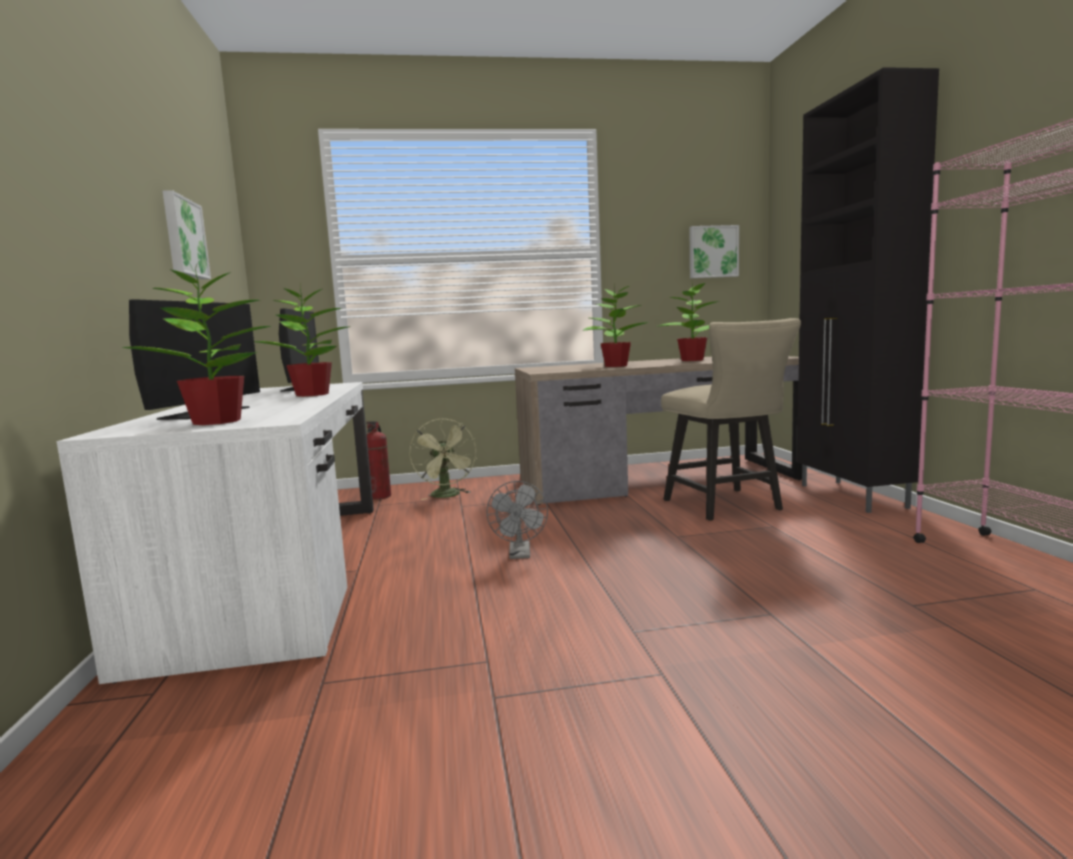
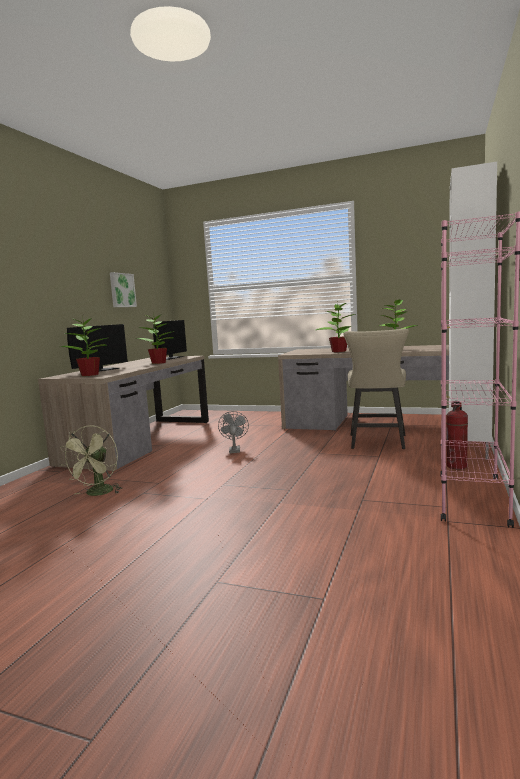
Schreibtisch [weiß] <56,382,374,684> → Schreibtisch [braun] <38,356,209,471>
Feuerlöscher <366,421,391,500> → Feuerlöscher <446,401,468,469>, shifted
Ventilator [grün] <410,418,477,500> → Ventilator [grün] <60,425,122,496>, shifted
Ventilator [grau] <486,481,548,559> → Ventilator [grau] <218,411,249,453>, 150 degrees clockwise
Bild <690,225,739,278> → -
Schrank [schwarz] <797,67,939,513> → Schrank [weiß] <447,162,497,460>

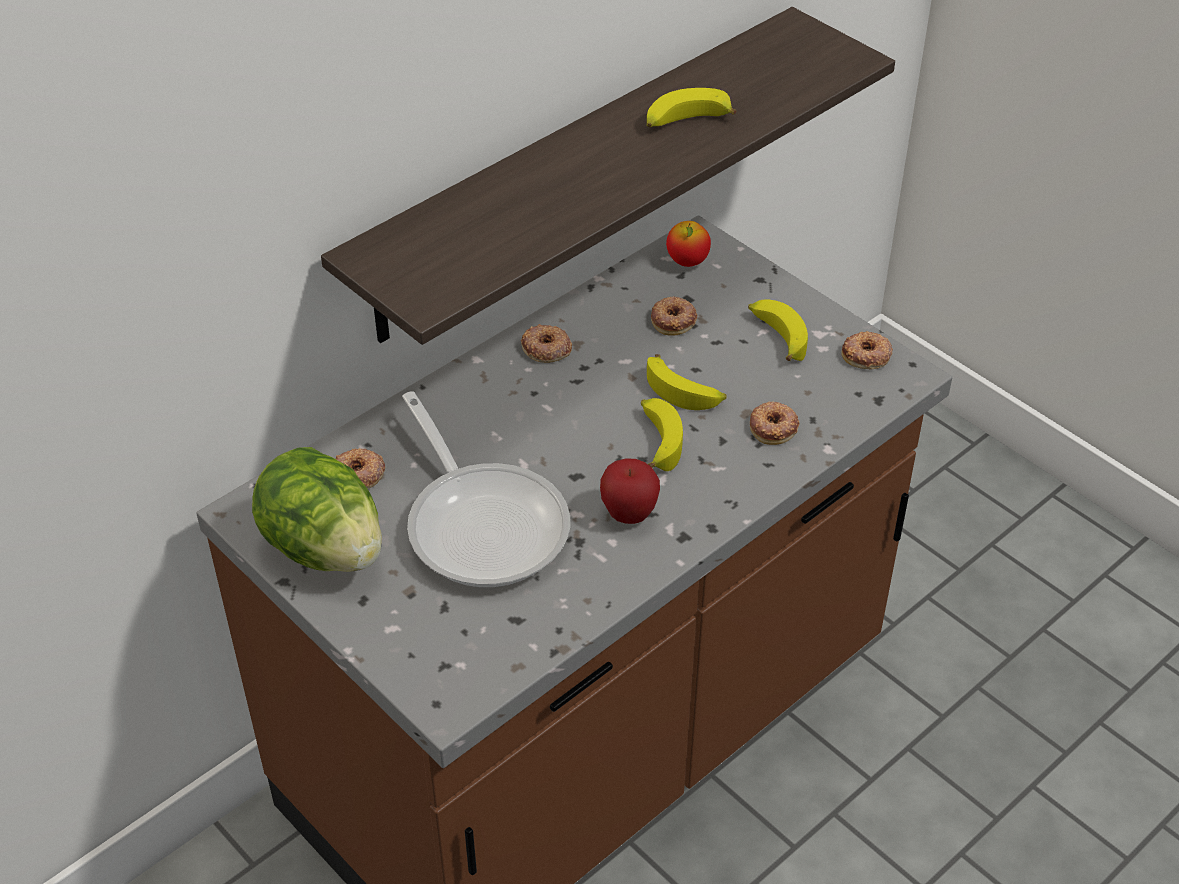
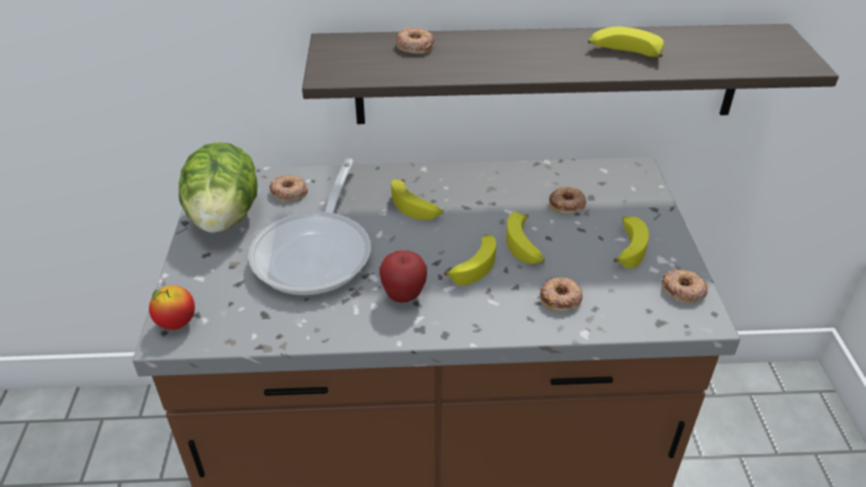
Donut <521,324,572,363> → Donut <395,27,435,54>, shifted
Apfel <666,221,711,267> → Apfel <149,285,195,330>, shifted
- → Banane <391,179,443,220>

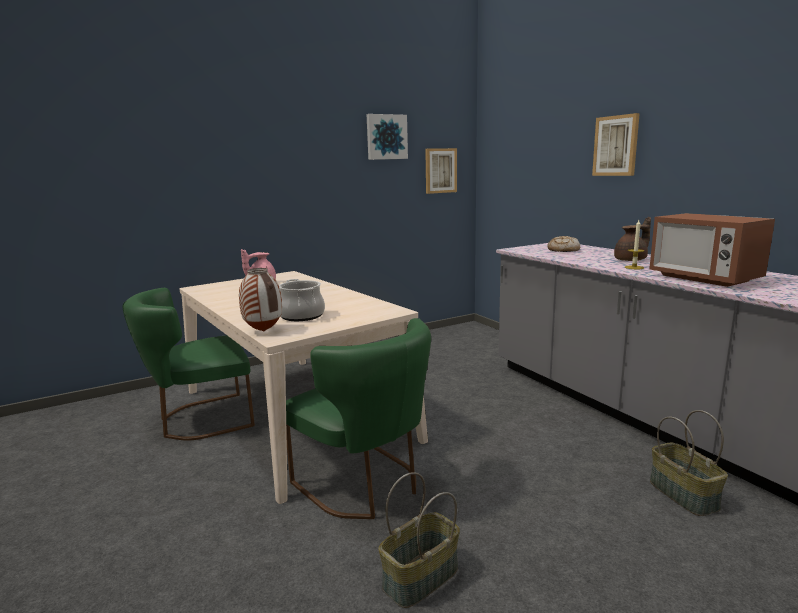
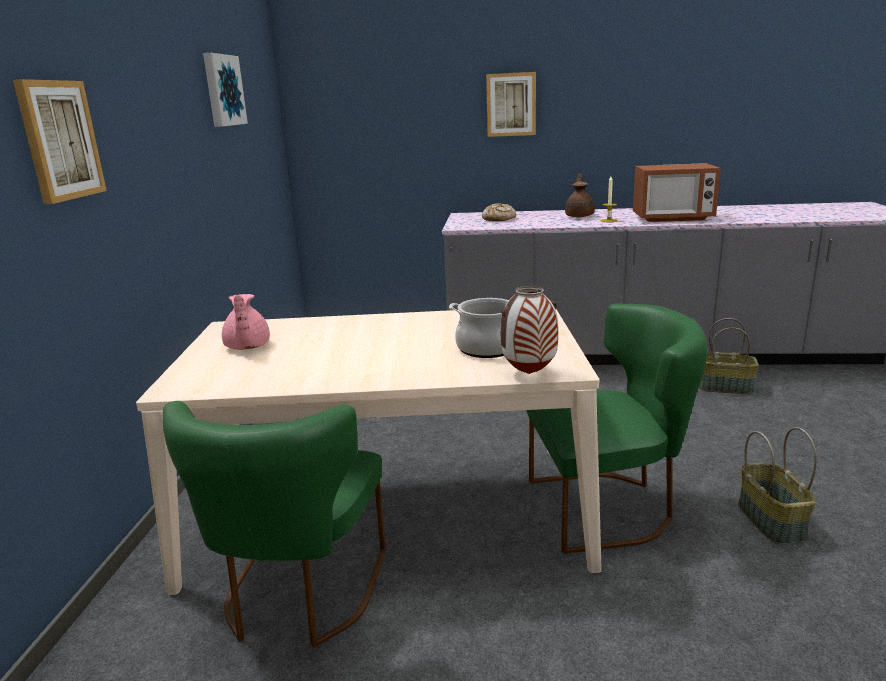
Bild <425,148,457,194> → Bild <13,79,107,204>, shifted

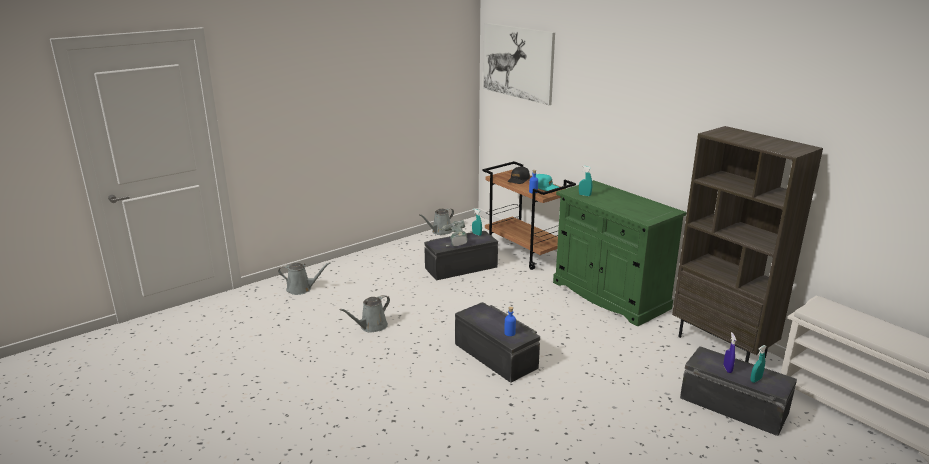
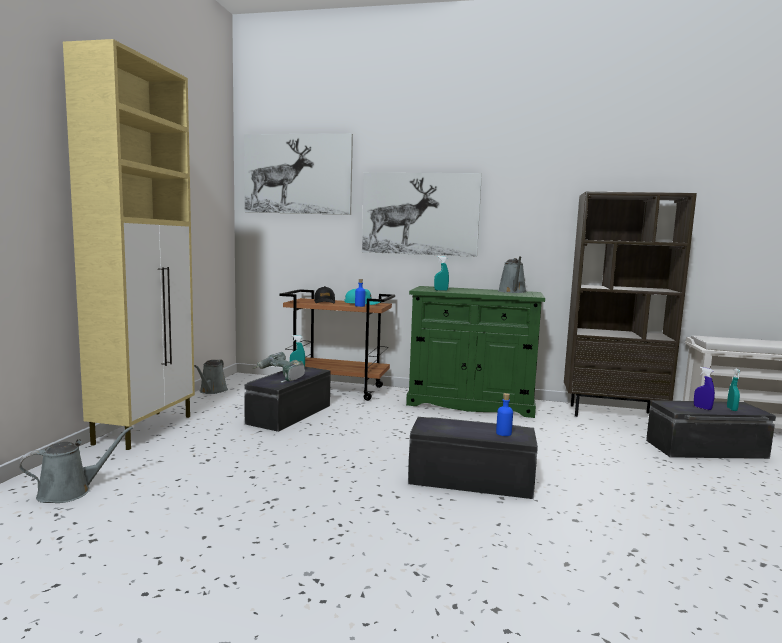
Gießkanne [grau] <339,295,390,333> → Gießkanne [grau] <498,256,527,293>, shifted
- → Schrank [beige] <63,39,195,450>
- → Bild <362,172,482,257>

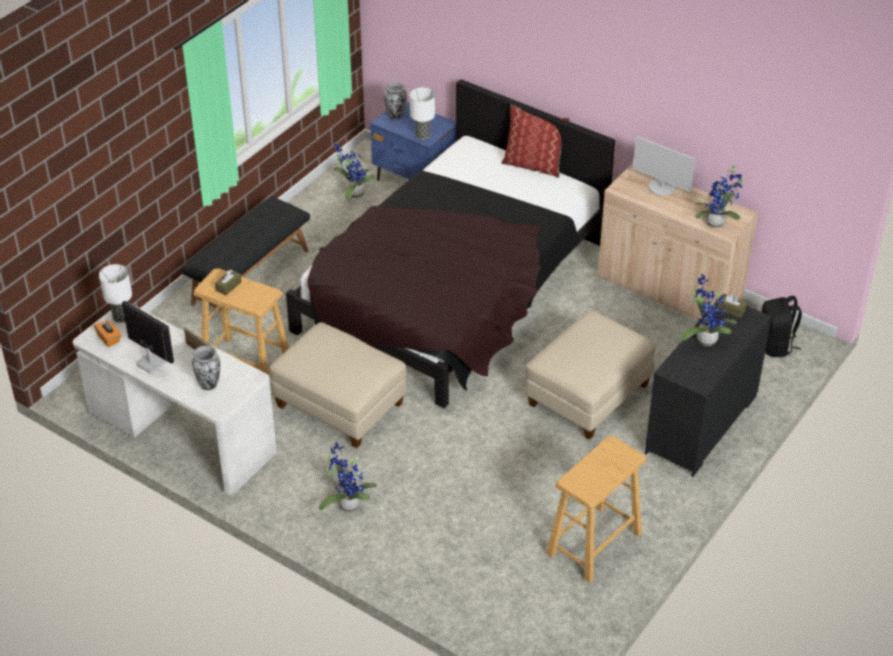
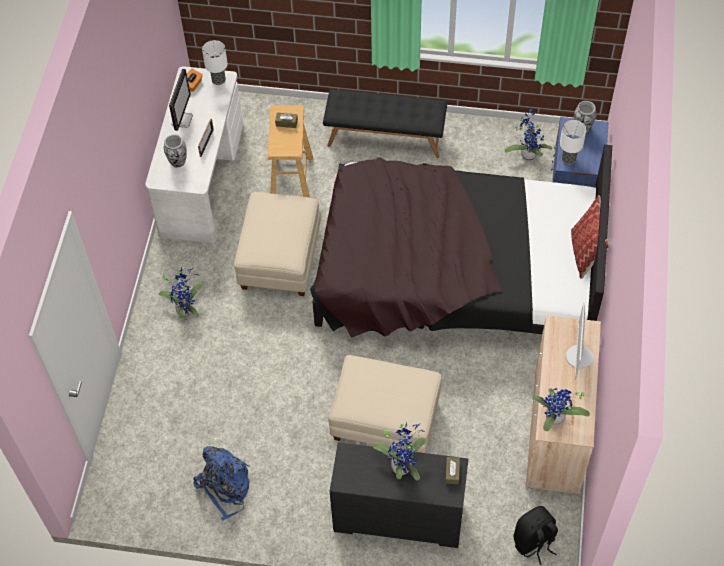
Hocker [beige] <546,436,646,583> → Rucksack [blau] <193,446,251,521>

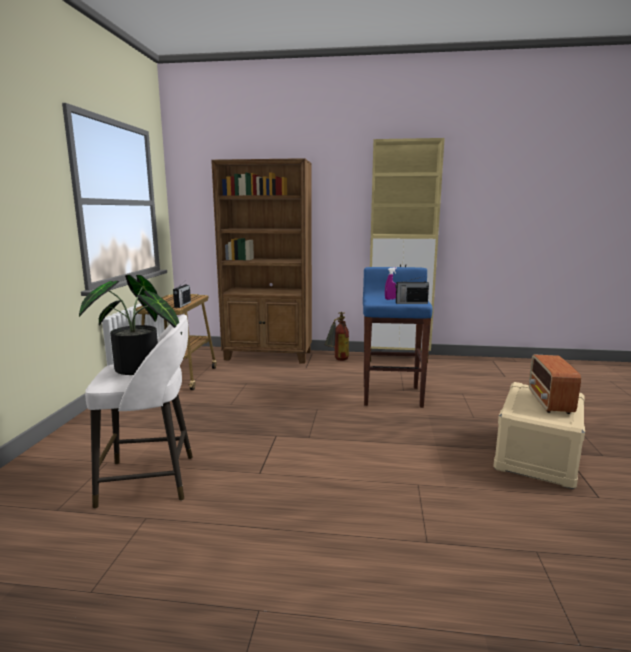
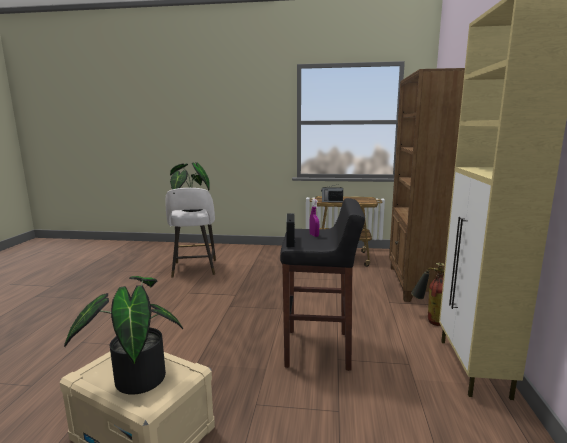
Hocker [blau] <363,267,432,408> → Hocker [schwarz] <280,198,365,371>
Radio <529,354,581,414> → Topfpflanze <64,276,183,395>

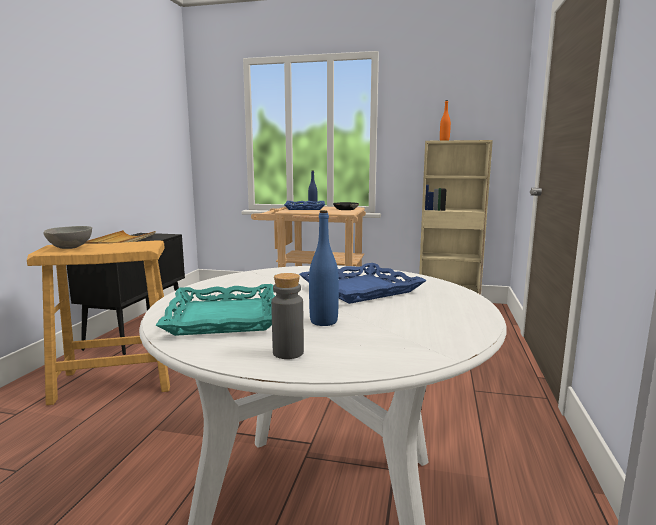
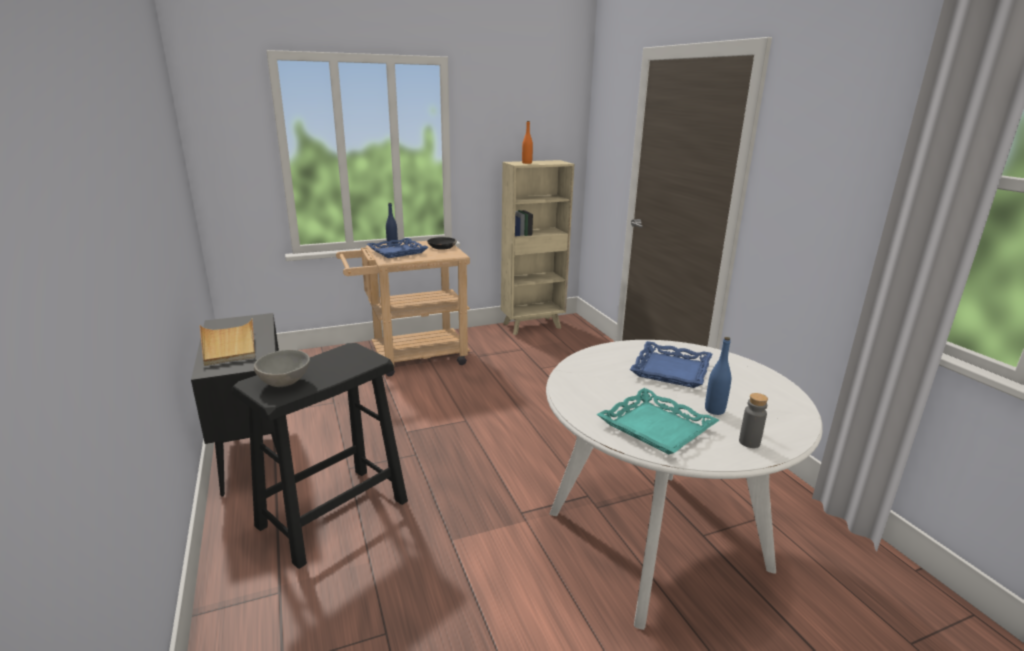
Hocker [beige] <27,240,170,405> → Hocker [schwarz] <231,343,408,569>

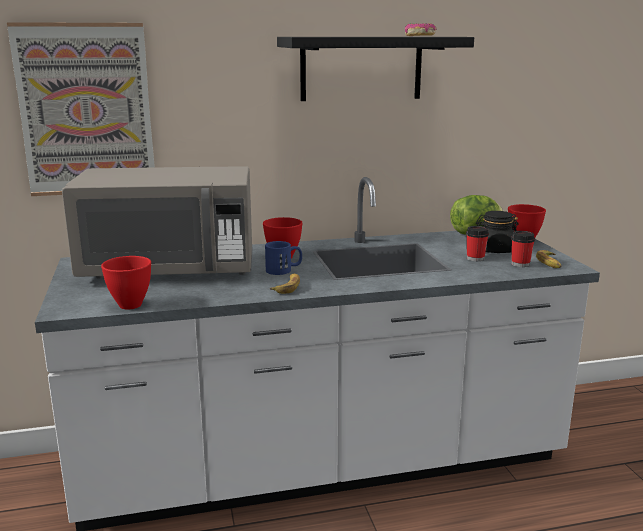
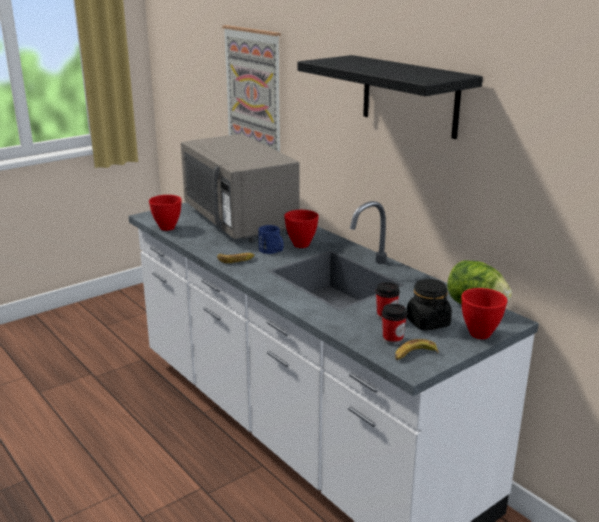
Donut <405,24,437,36> → -

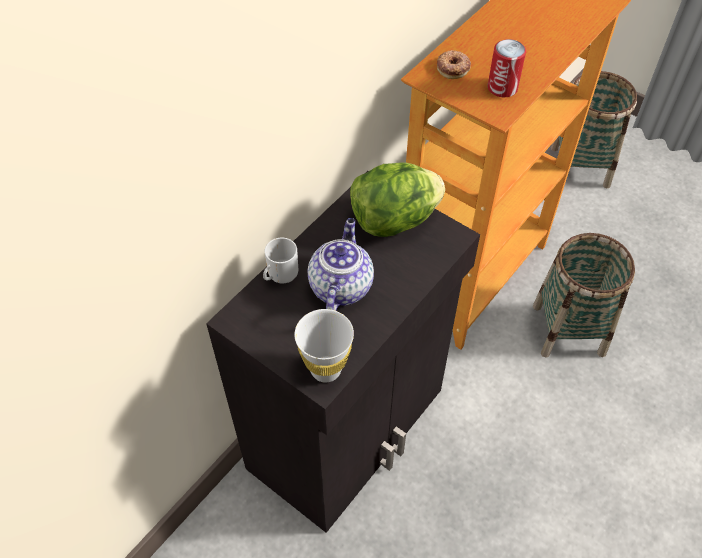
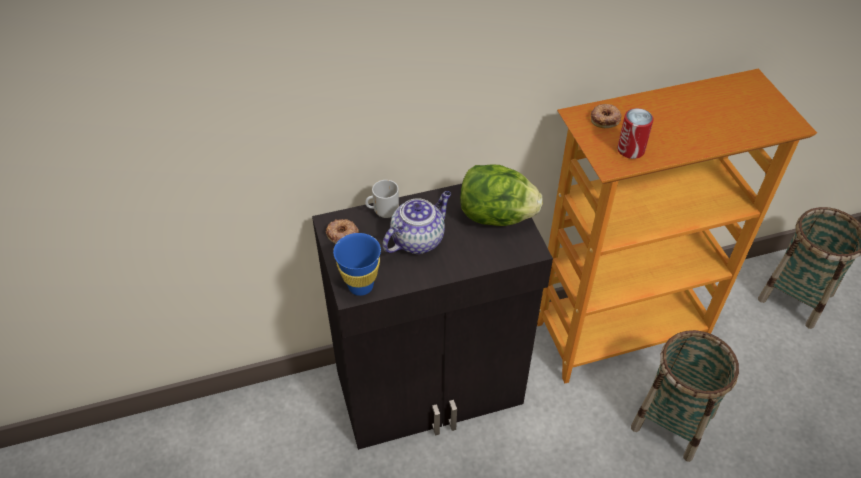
Tasse [weiß] <294,309,354,383> → Tasse [blau] <333,233,381,296>
- → Donut <326,219,359,244>

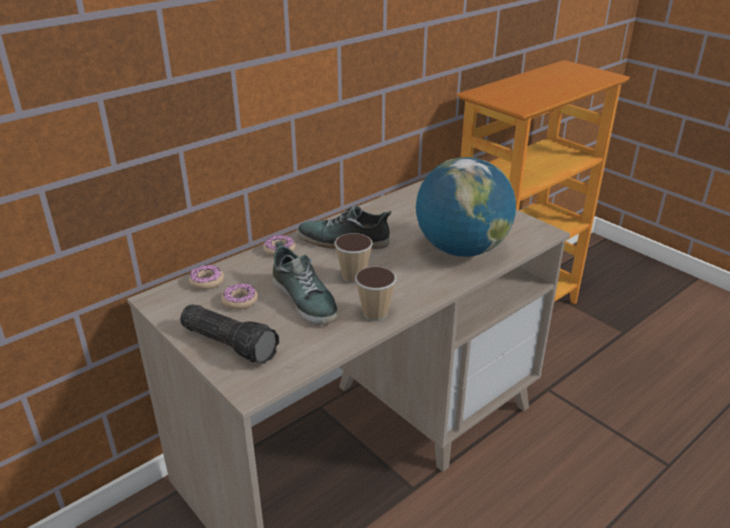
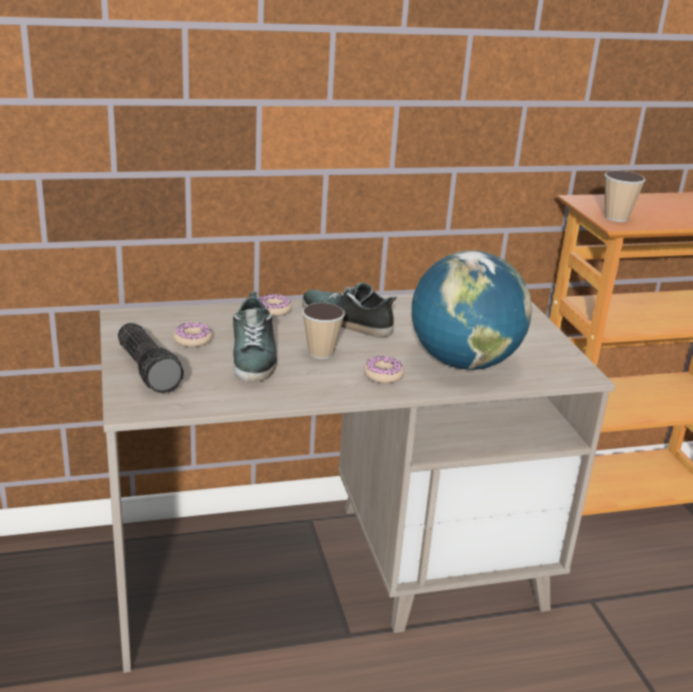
Donut <189,265,224,290> → Donut <364,356,404,383>, shifted
Tasse <355,267,396,321> → Tasse <604,171,646,222>, shifted

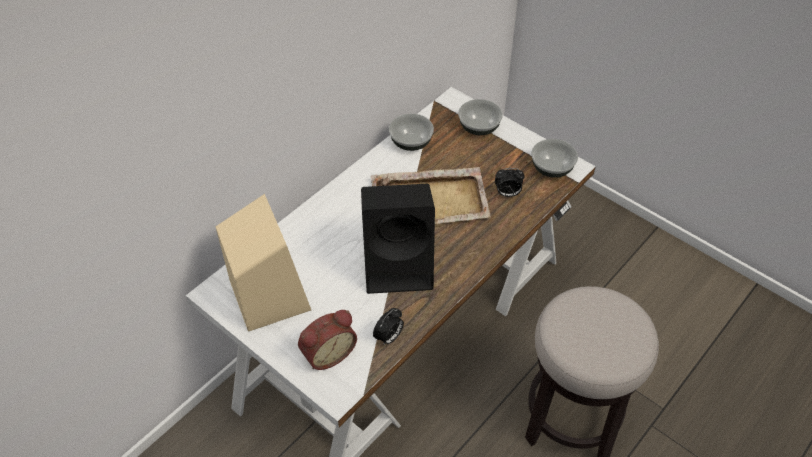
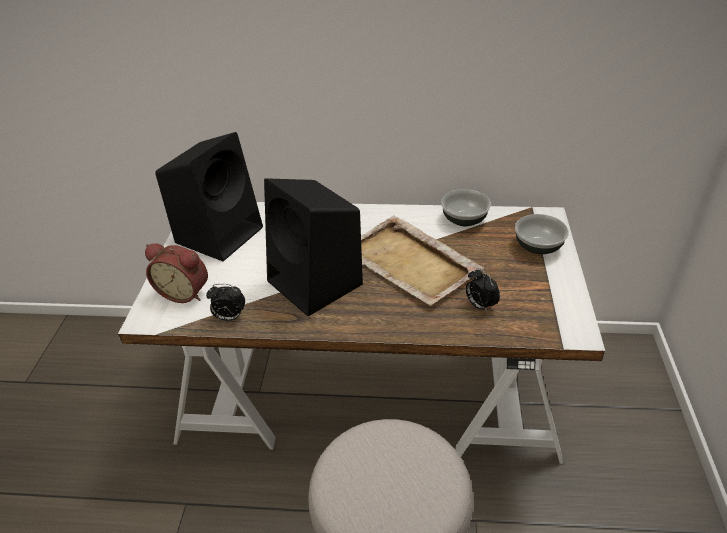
Lautsprecher [beige] <215,194,311,332> → Lautsprecher [schwarz] <155,132,263,261>
Schüssel <531,139,578,178> → -

